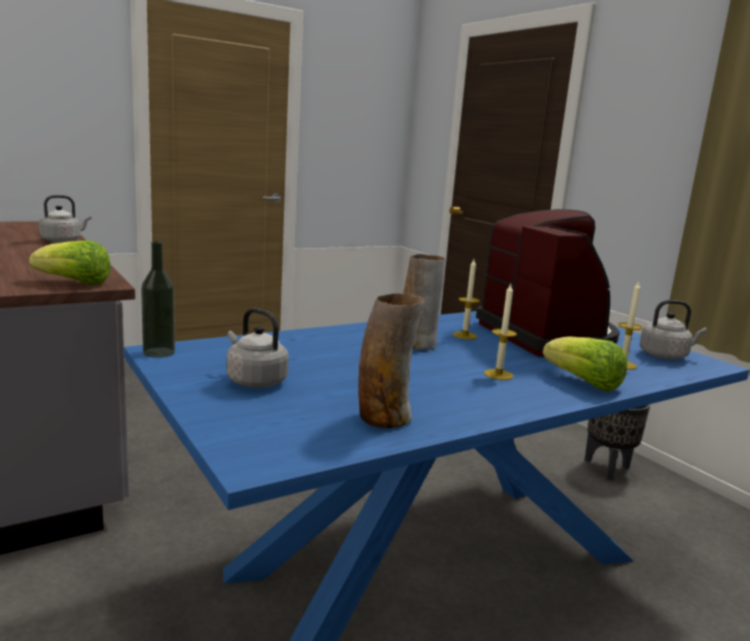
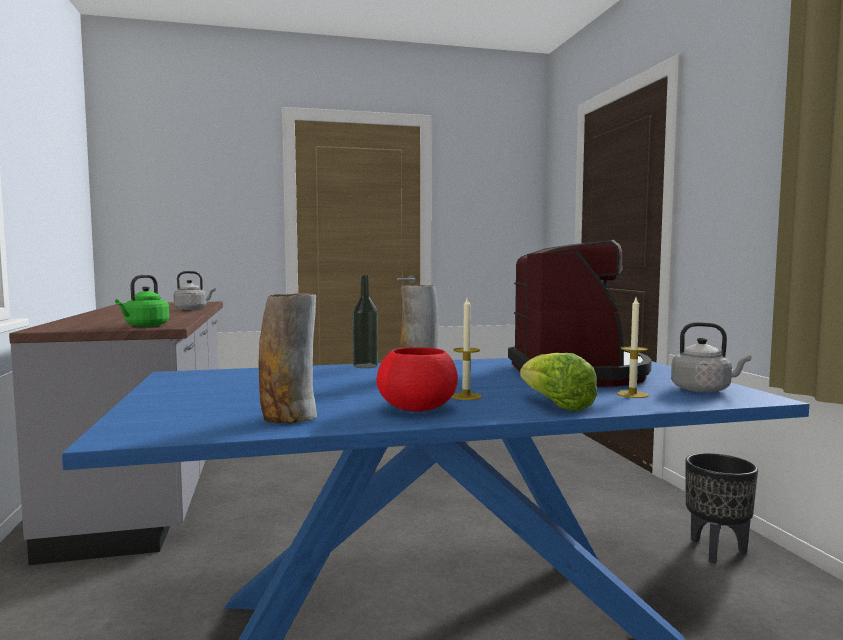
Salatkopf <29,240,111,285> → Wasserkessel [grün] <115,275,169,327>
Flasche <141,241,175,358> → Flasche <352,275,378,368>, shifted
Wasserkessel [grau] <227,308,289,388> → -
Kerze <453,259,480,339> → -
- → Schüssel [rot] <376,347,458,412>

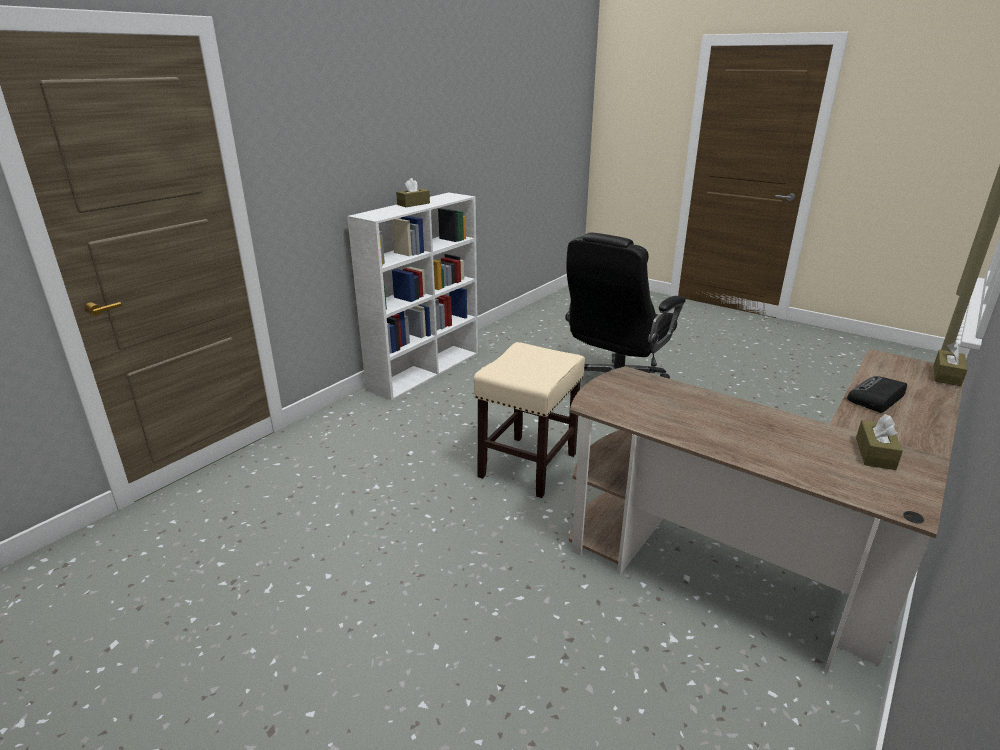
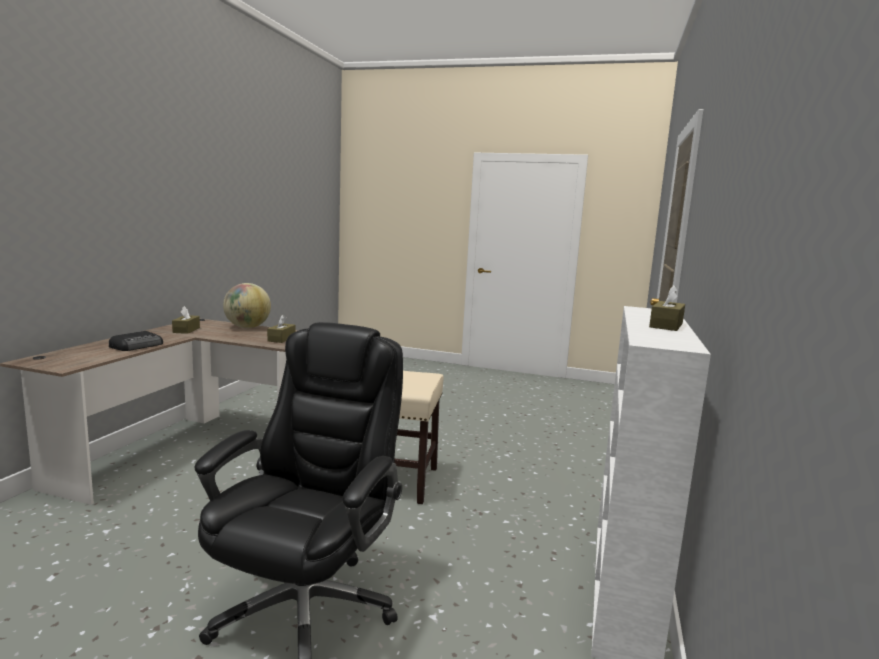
Taschentuchbox [braun] <934,342,967,386> → Taschentuchbox [braun] <267,314,295,343>, shifted
- → Globus <223,283,271,328>

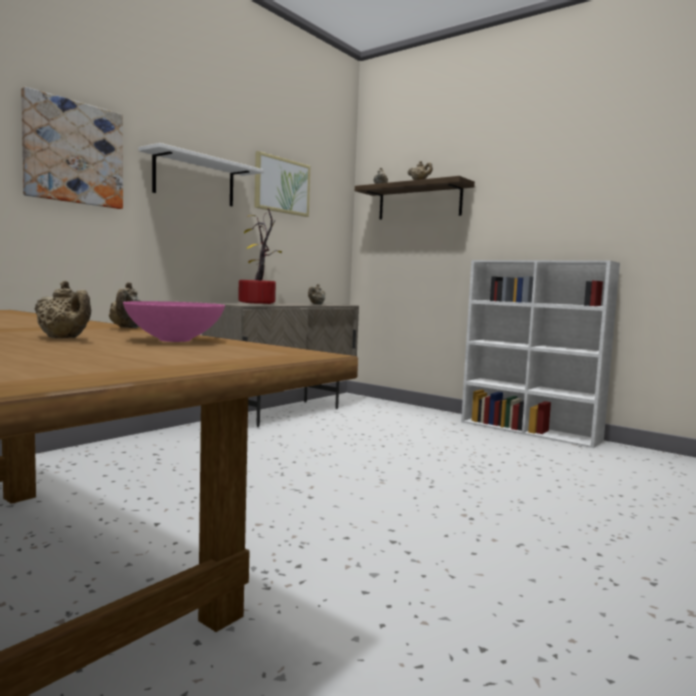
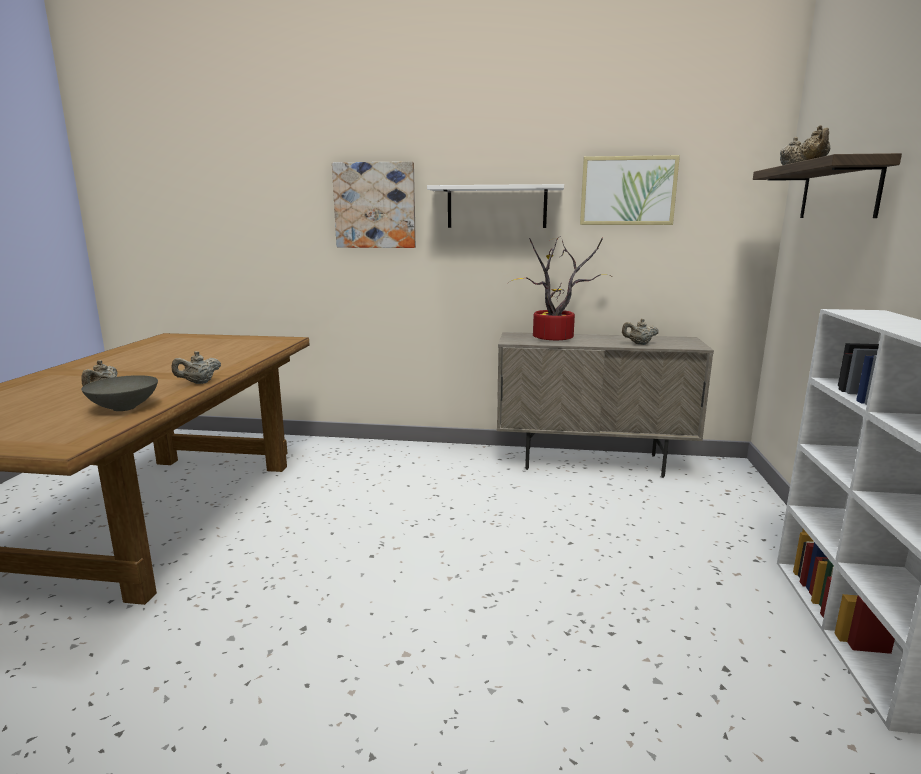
Schüssel [rosa] <123,301,225,342> → Schüssel [grau] <81,375,158,411>

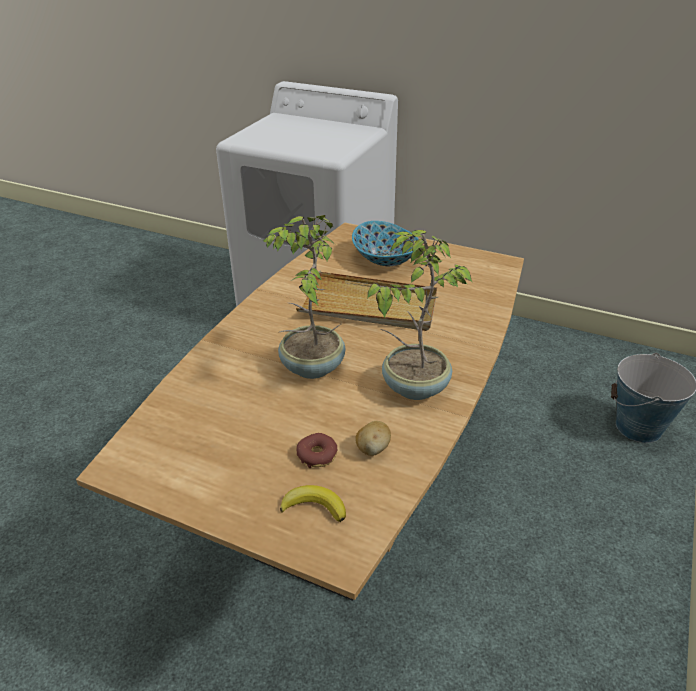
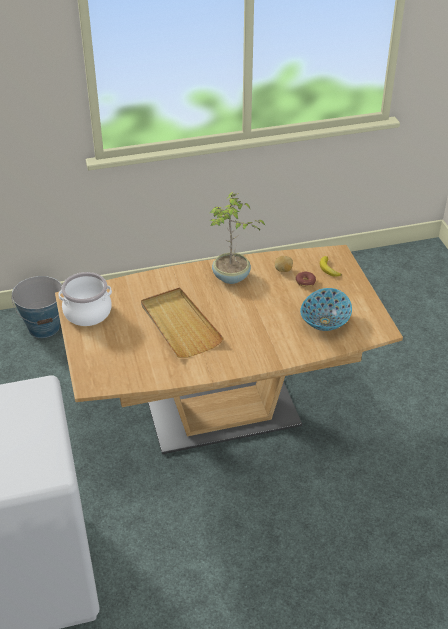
Topfpflanze <263,215,346,379> → -
Schüssel <352,221,418,266> → Schüssel <300,288,352,331>, shifted
- → Kochtopf <59,272,112,326>

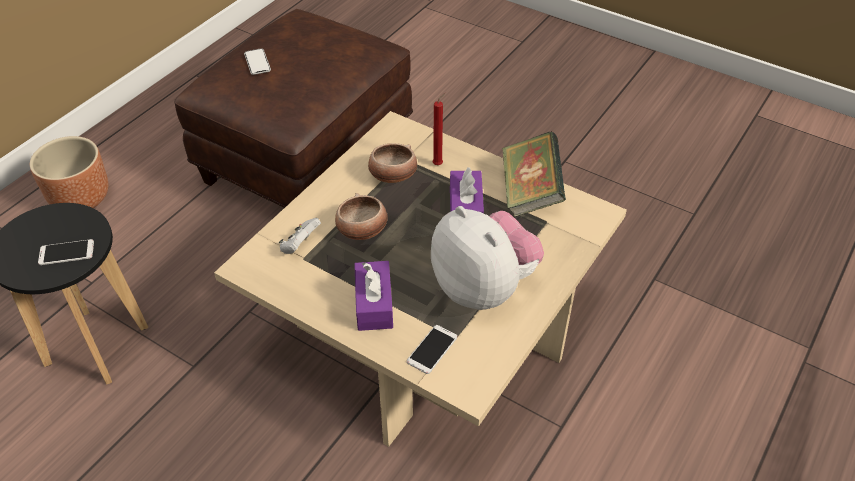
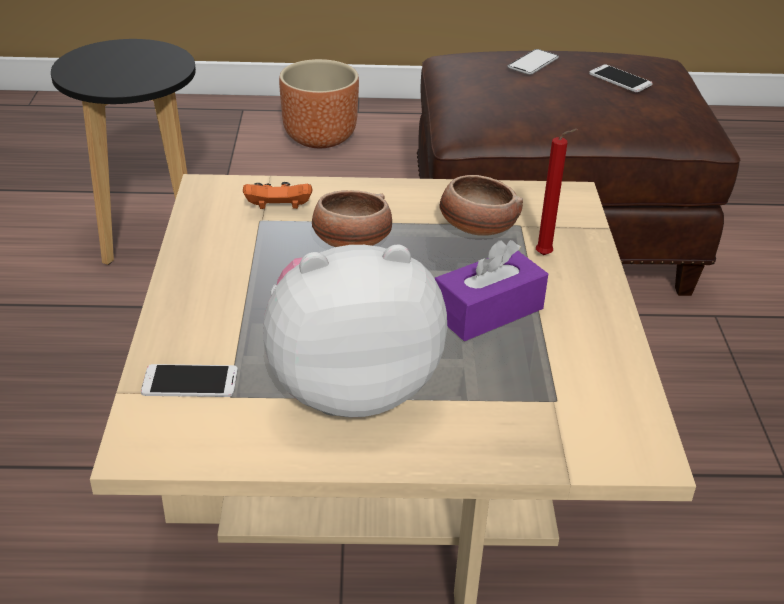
Handy <38,239,94,265> → Handy <589,64,653,92>, shifted
Gamepad [weiß] <279,218,321,254> → Gamepad [orange] <243,182,312,209>
Taschentuchbox [lila] <354,261,393,331> → -
Plüschtier <431,206,544,310> → Plüschtier <263,245,447,417>, 120 degrees counterclockwise
Buch <502,132,566,217> → -

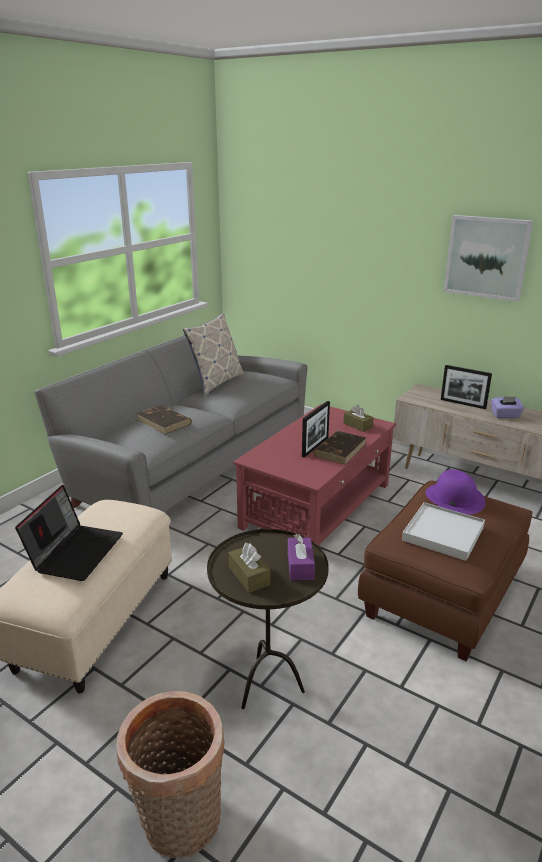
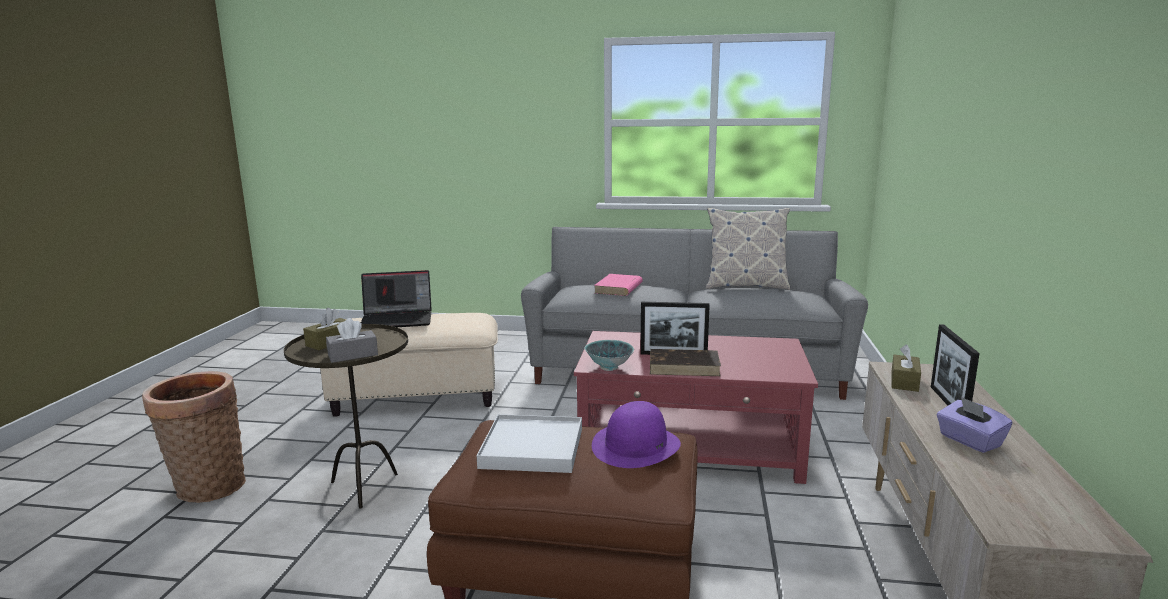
Buch [braun] <136,405,192,434> → Buch [rosa] <594,274,643,296>
Taschentuchbox [lila] <288,534,315,580> → Taschentuchbox [grau] <326,318,378,363>
Taschentuchbox [braun] <343,405,374,432> → Taschentuchbox [braun] <891,344,921,392>, shifted
Bild <444,215,533,302> → -
- → Schüssel <584,340,634,371>

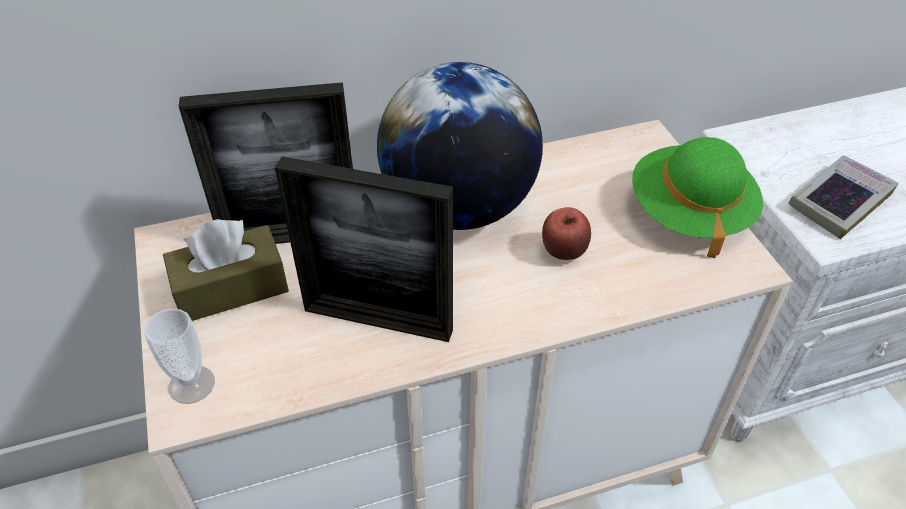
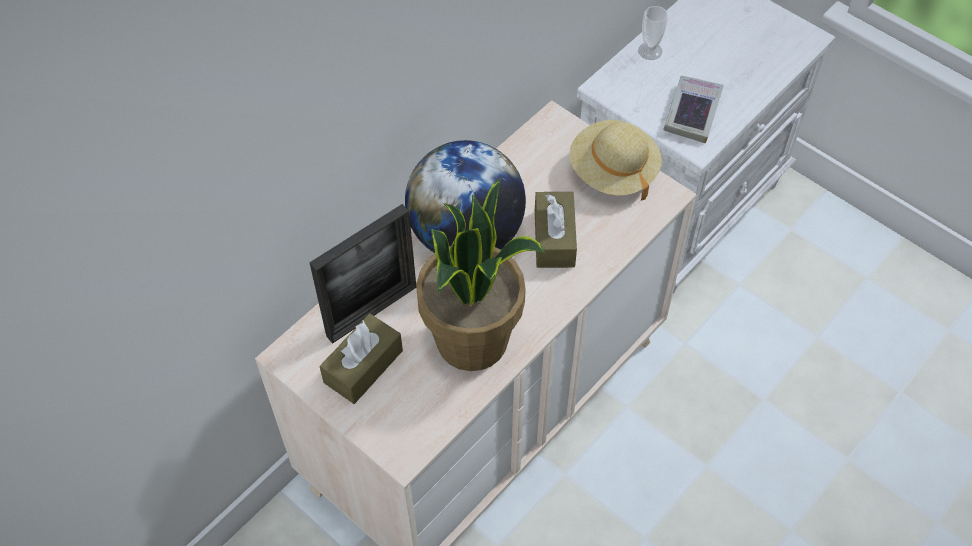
Tasse <144,308,215,404> → Tasse <638,6,668,60>, shifted
Bilderrahmen <275,156,453,342> → Topfpflanze <416,178,545,371>
Apfel <542,207,591,260> → Taschentuchbox [braun] <535,192,577,268>
Hut [grün] <632,137,763,258> → Hut [beige] <569,120,662,200>

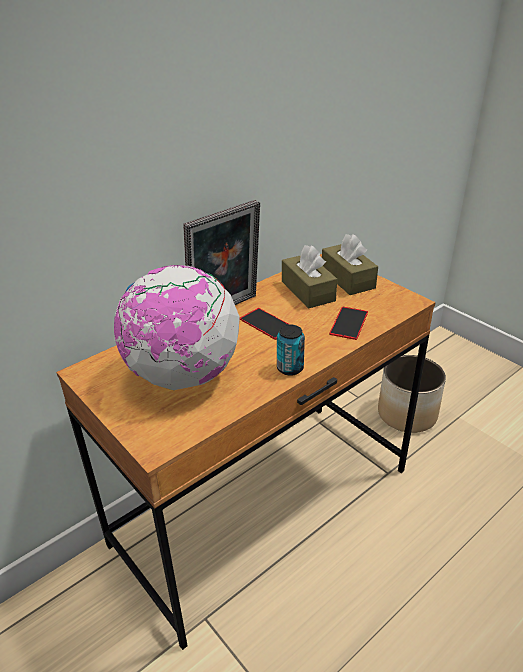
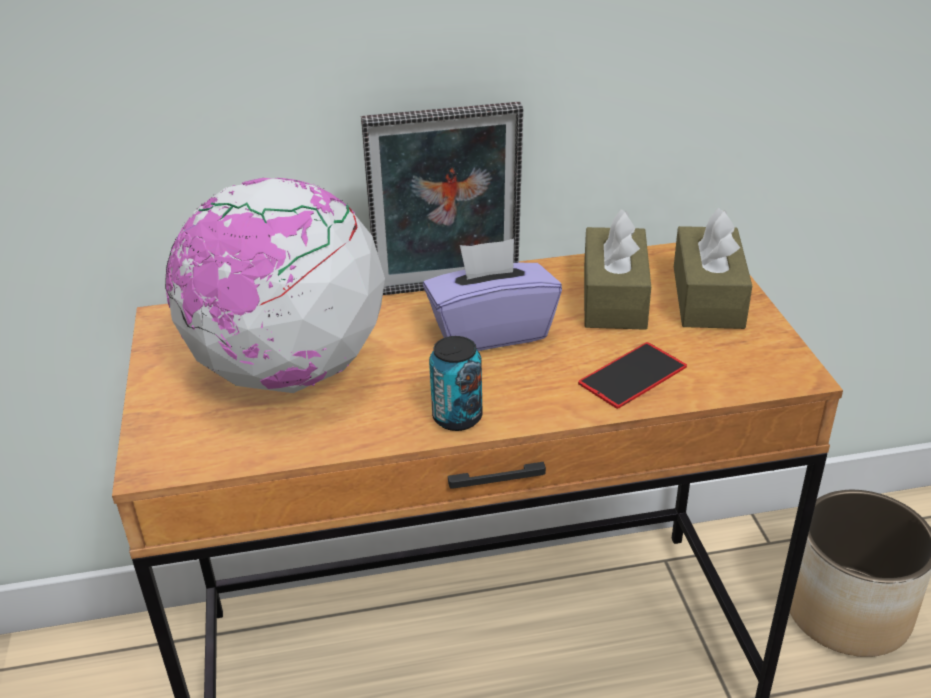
Handy <240,308,290,340> → Taschentuchbox [lila] <423,239,562,351>

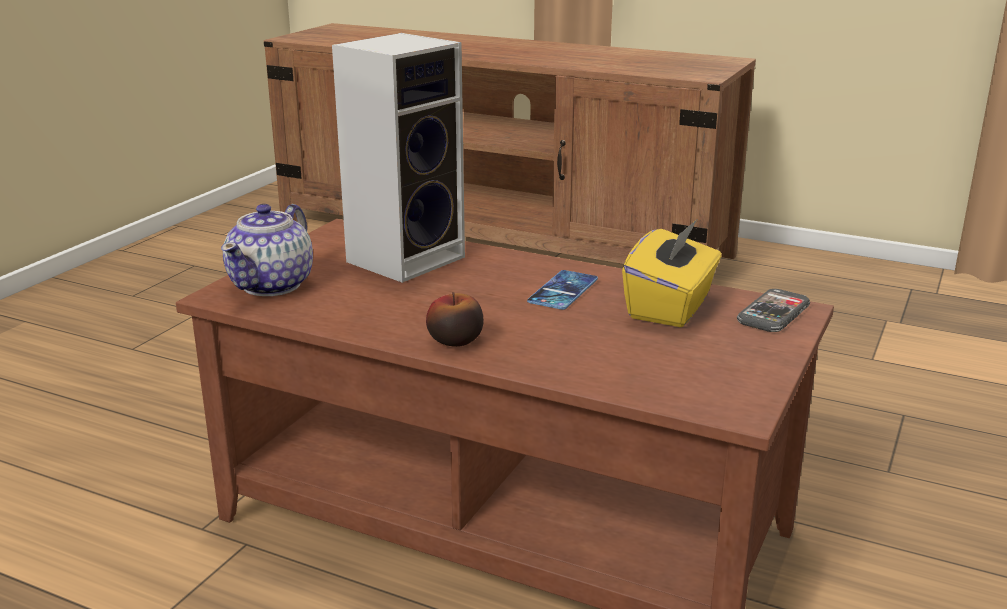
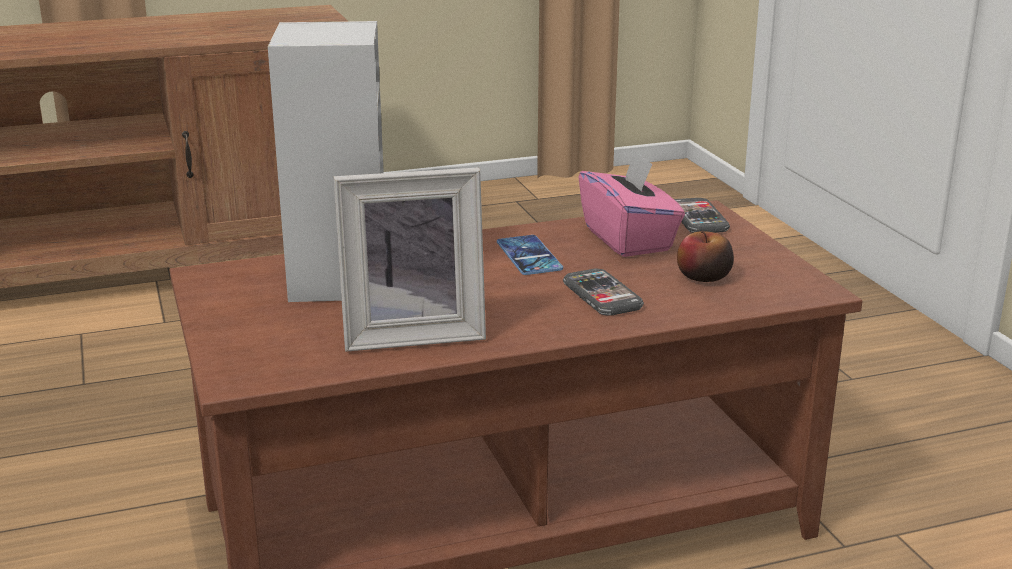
Teekanne <221,204,313,296> → -
Apfel <426,292,484,347> → Apfel <677,231,734,282>, shifted
Taschentuchbox [gelb] <622,219,722,327> → Taschentuchbox [rosa] <579,151,685,257>
- → Bilderrahmen <333,167,486,352>
- → Handy <563,268,644,316>

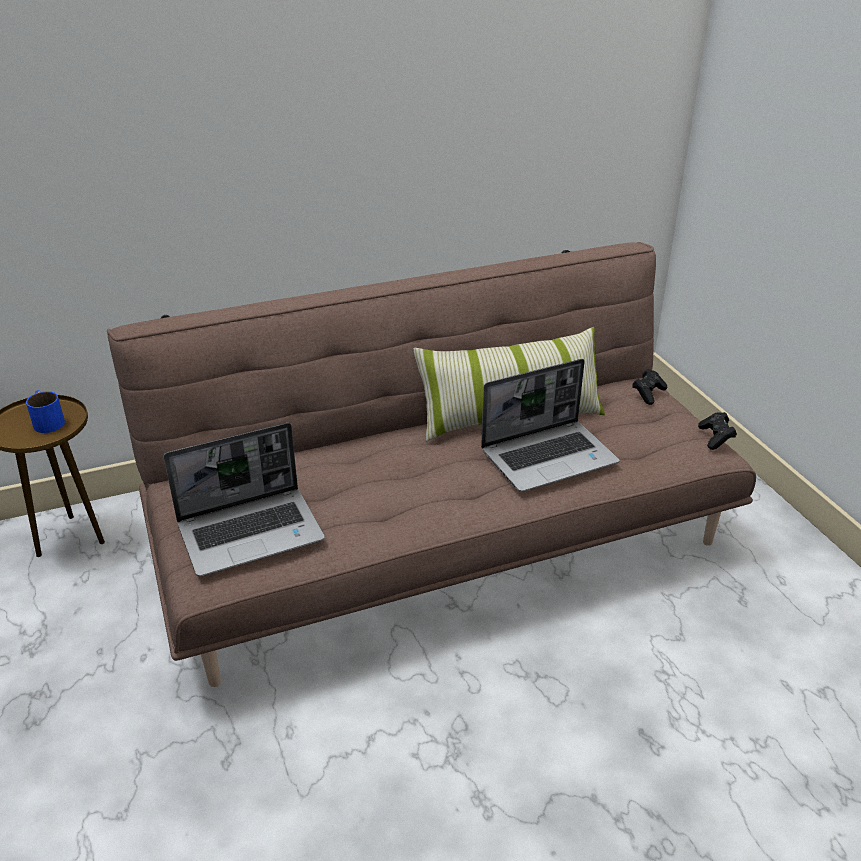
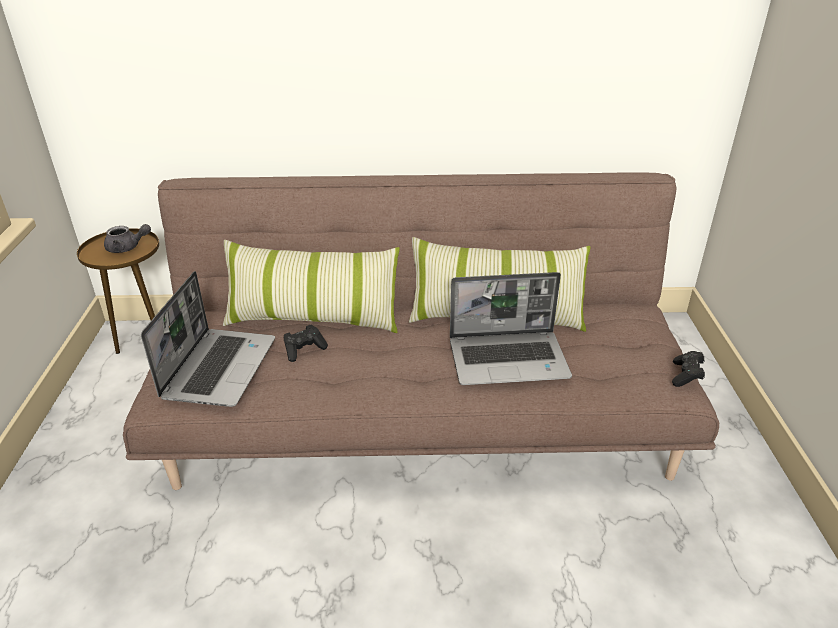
Henkelbecher [blau] <26,390,65,433> → Teekanne [grau] <104,224,151,253>
Laptop <164,423,325,577> → Laptop <141,271,275,407>, 75 degrees counterclockwise
Gamepad [schwarz] <632,369,667,405> → Gamepad [schwarz] <284,324,328,362>, shifted
- → Kissen <223,240,400,333>

